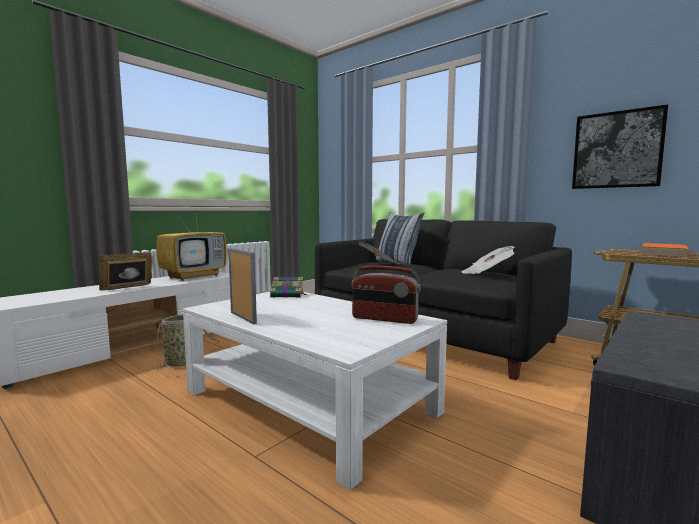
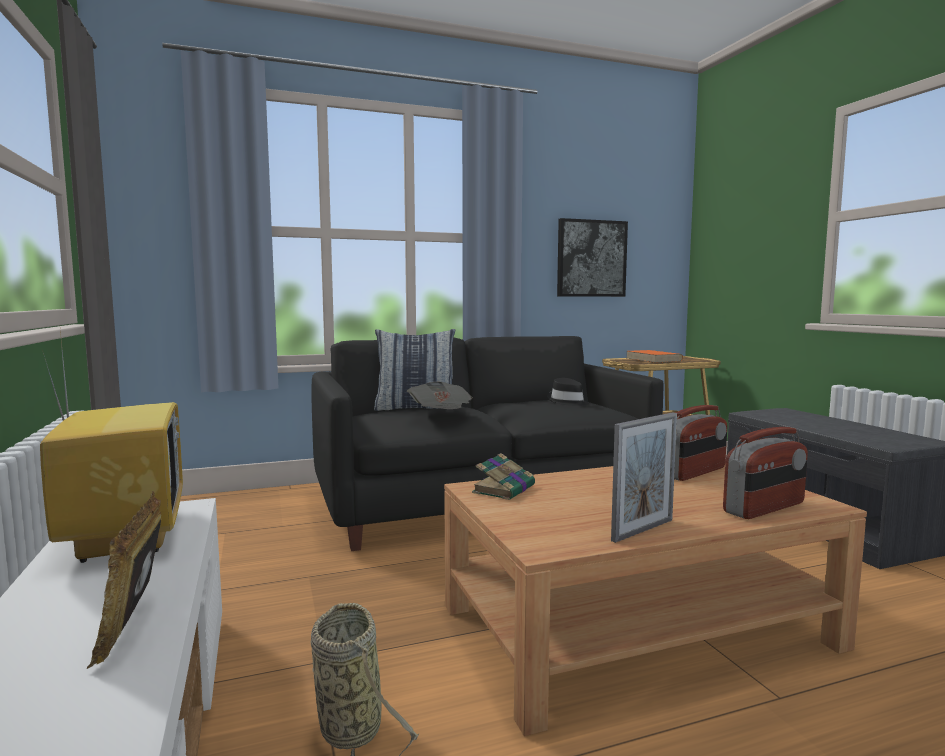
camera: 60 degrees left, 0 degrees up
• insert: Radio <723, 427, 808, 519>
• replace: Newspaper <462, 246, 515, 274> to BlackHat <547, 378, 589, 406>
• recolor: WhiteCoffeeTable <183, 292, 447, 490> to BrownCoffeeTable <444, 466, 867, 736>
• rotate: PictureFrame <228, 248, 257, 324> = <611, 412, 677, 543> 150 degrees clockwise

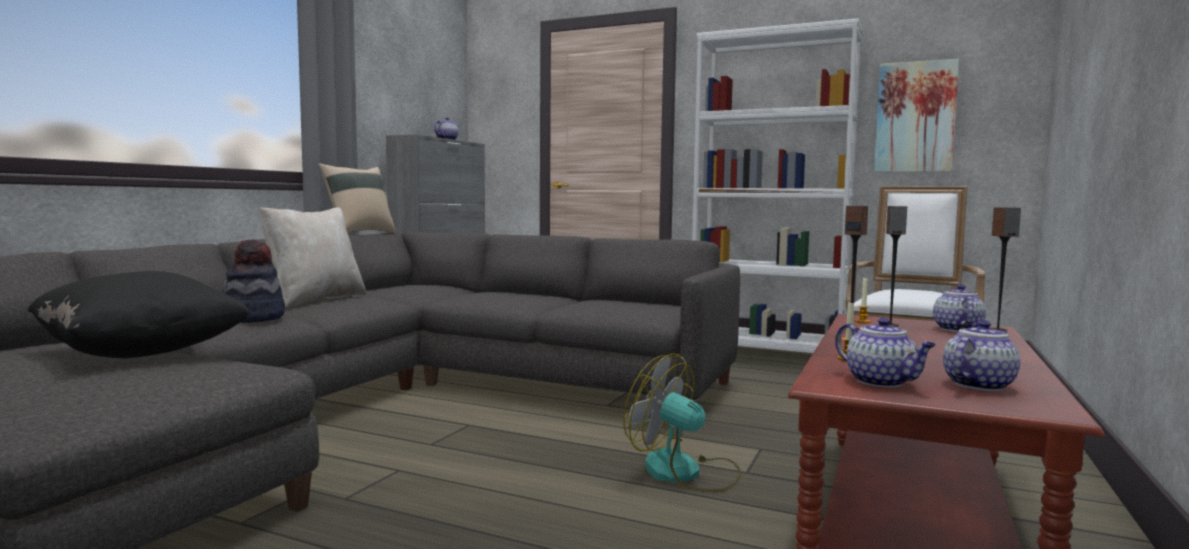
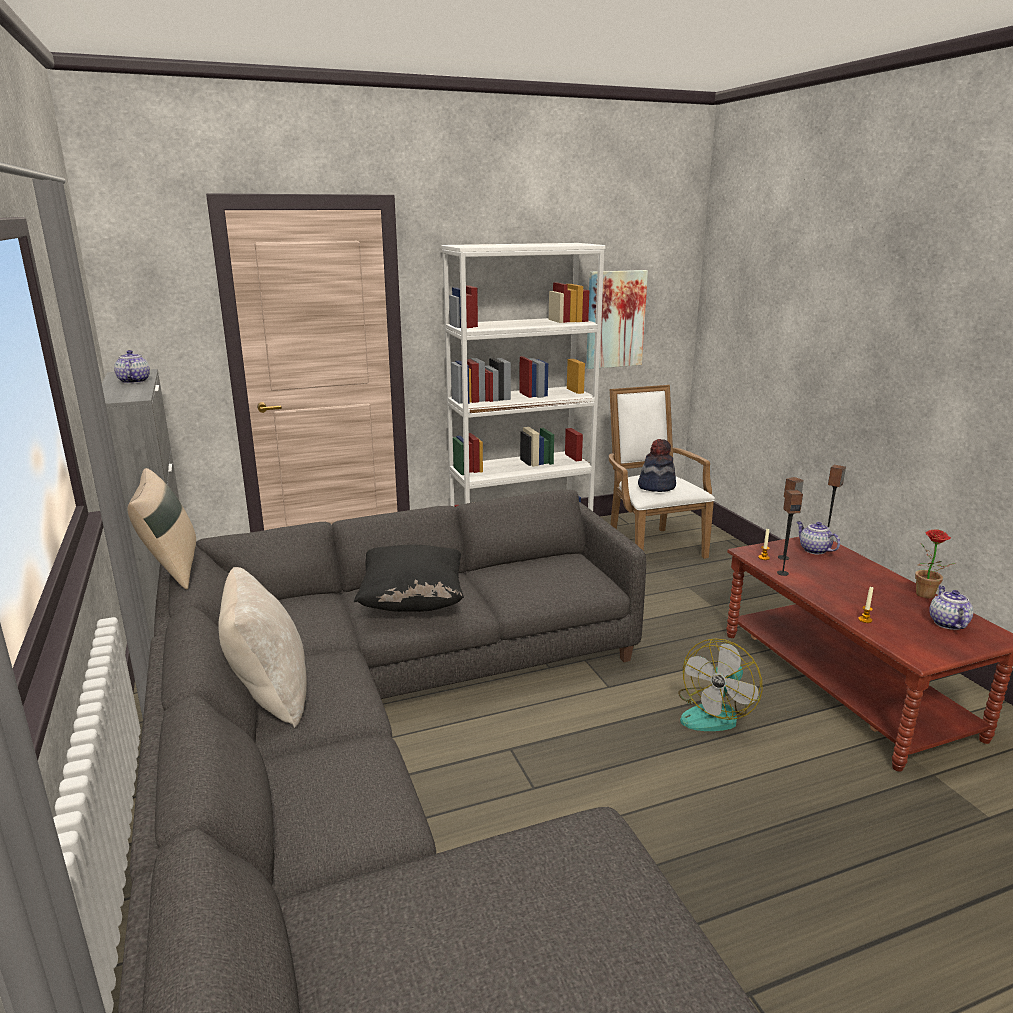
camera: 45 degrees left, 15 degrees up
• delete: Teapot <835, 318, 936, 387>
• insert: PottedPlant <915, 529, 955, 599>
• move: BlackPillow <28, 271, 250, 358> to <354, 545, 464, 612>
• move: Hat <223, 239, 285, 323> to <638, 439, 676, 492>
• rotate: Fan <623, 354, 742, 492> = <678, 638, 762, 731> 45 degrees counterclockwise

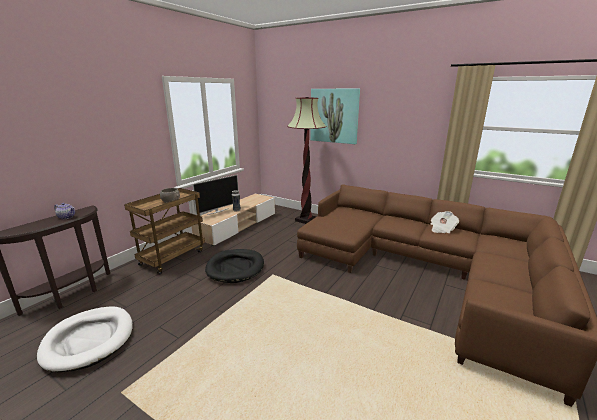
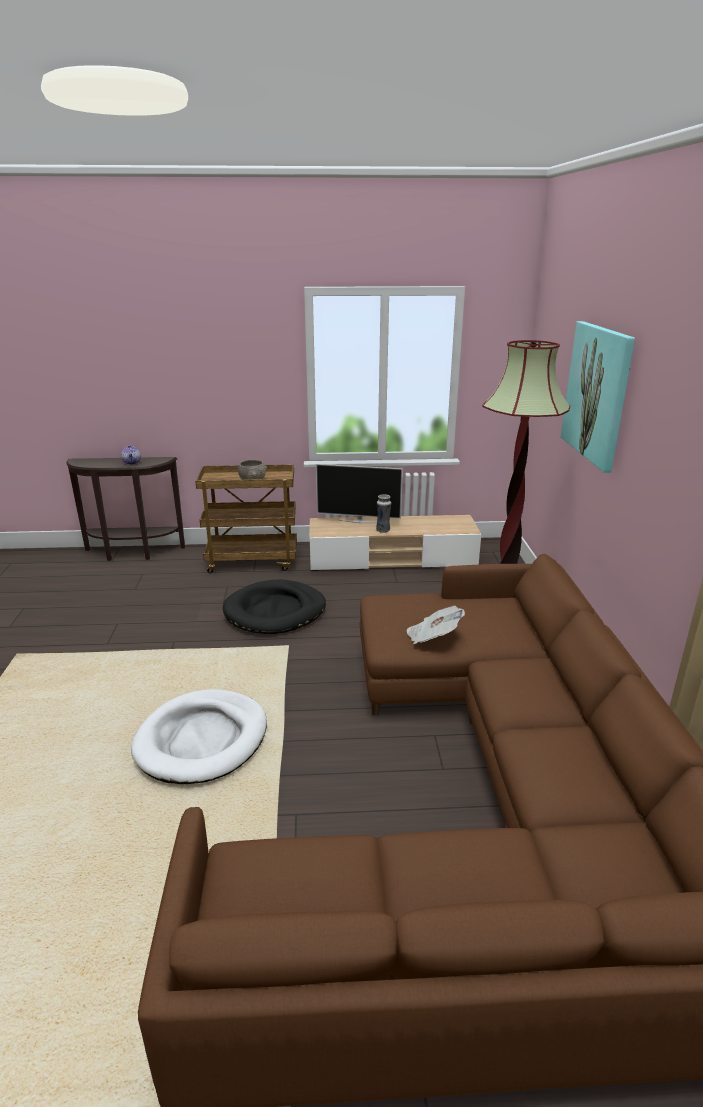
camera: 55 degrees right, 5 degrees up
• move: WhiteDogBed <37, 306, 133, 372> to <131, 689, 267, 784>
• move: Newspaper <430, 211, 459, 233> to <406, 606, 465, 644>

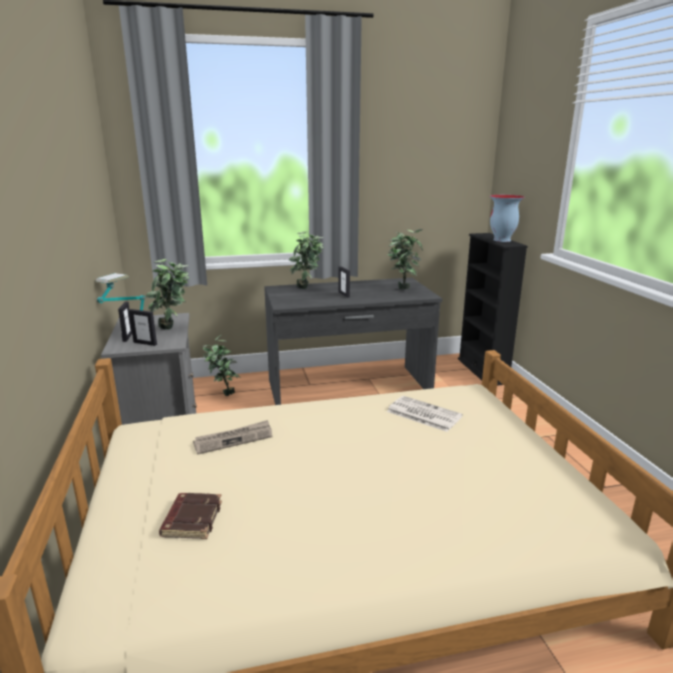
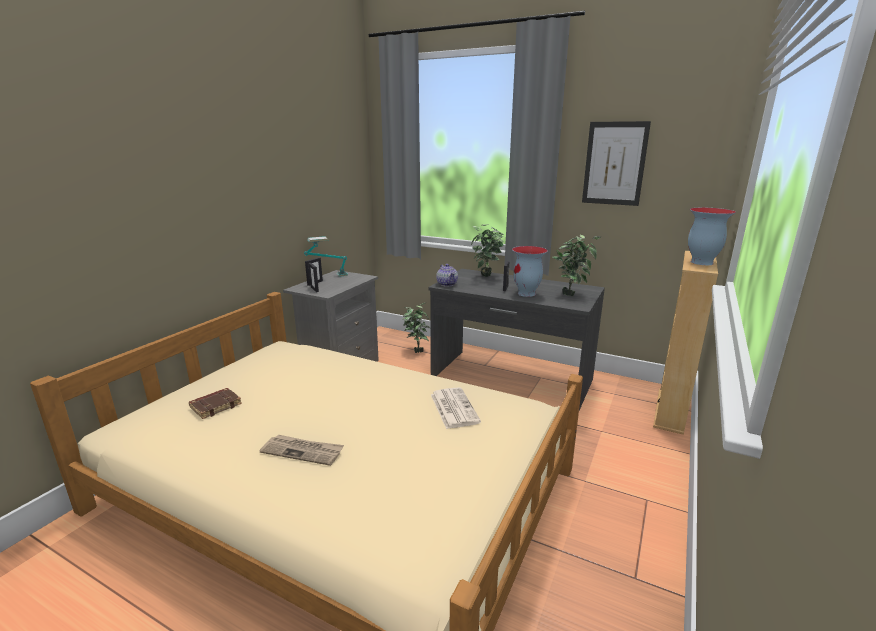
camera: 40 degrees right, 0 degrees up
• delete: PottedPlant <145, 259, 189, 330>
• insert: Teapot <436, 264, 458, 287>
• insert: Vase <512, 246, 548, 297>
• insert: Picture <582, 121, 651, 206>
• move: Newspaper <193, 420, 273, 455> to <260, 435, 344, 466>
• recolor: BlackBookcase <458, 233, 528, 386> to BeigeBookcase <653, 251, 718, 435>

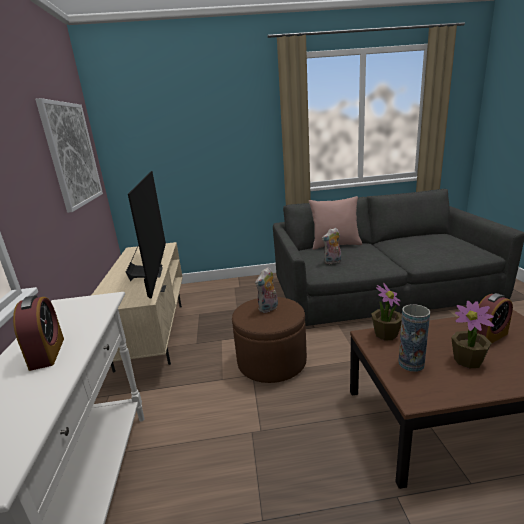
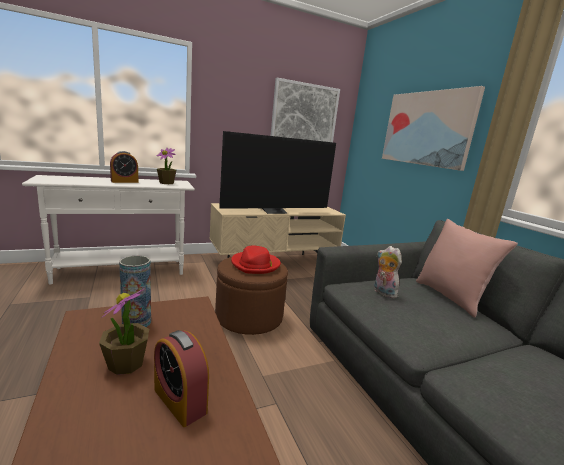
camera: 70 degrees right, 5 degrees down
• insert: Picture <382, 86, 485, 171>
• move: PottedPlant <371, 283, 402, 340> to <156, 148, 176, 184>
• replace: PlushToy <255, 267, 278, 313> to RedHat <231, 246, 281, 274>

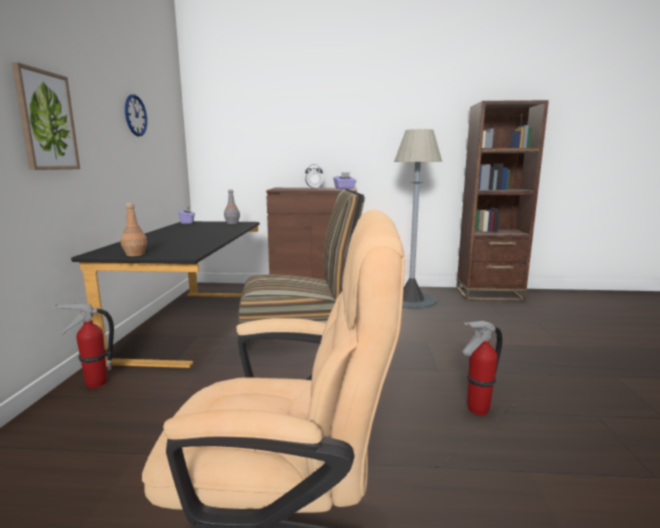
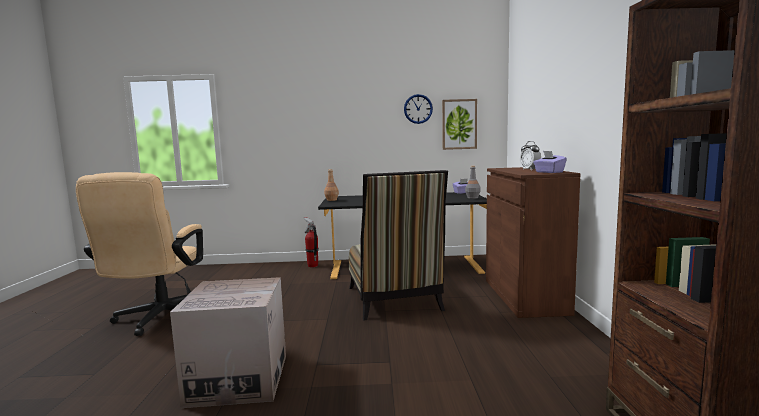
camera: 85 degrees right, 5 degrees down
• delete: GreyFloorLamp <394, 129, 442, 309>
• move: Picture <11, 62, 80, 170> to <442, 99, 477, 150>
• replace: FireExtinguisher <462, 321, 502, 415> to CardboardBox <170, 277, 286, 408>

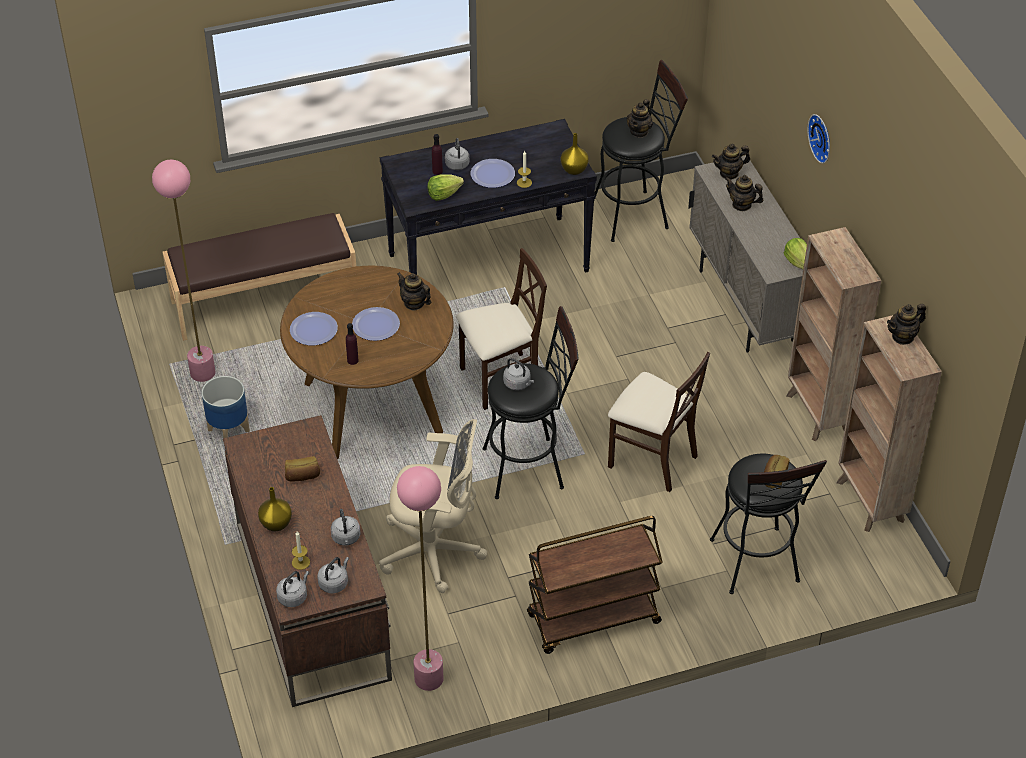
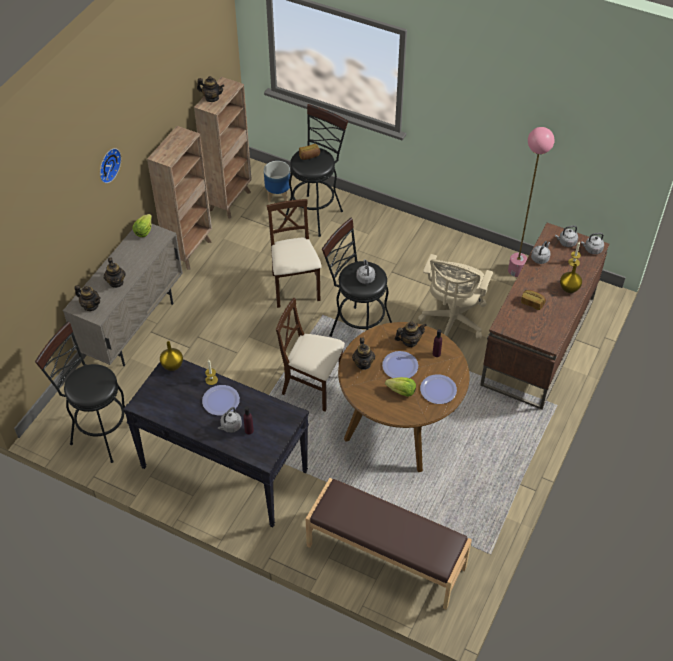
camera: 135 degrees left, 5 degrees up
• delete: PinkFloorLamp <152, 160, 215, 382>
• delete: BrownCart <527, 516, 663, 654>
• move: Planter <202, 376, 250, 438> to <264, 161, 290, 203>
• move: Lettuce <427, 174, 464, 201> to <385, 377, 416, 397>
• move: Teapot <627, 99, 653, 138> to <395, 322, 427, 347>
• rotate: BeigeOfficeChair <379, 419, 487, 593> = <418, 254, 493, 339> 120 degrees counterclockwise

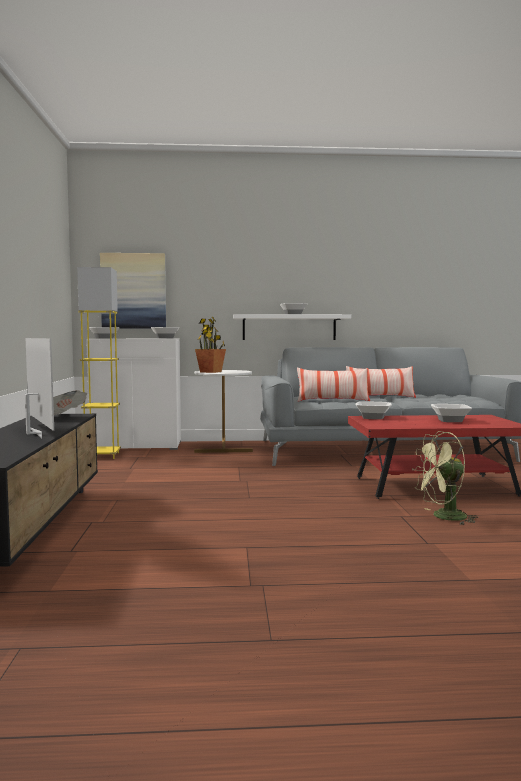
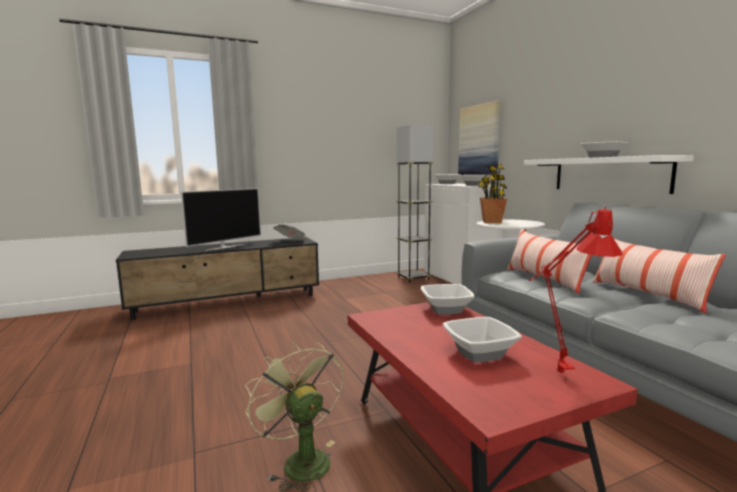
camera: 70 degrees right, 5 degrees up
• insert: RedTableLamp <529, 207, 623, 376>
• recolor: YellowFloorLamp <77, 267, 121, 459> to GreyFloorLamp <397, 126, 433, 283>

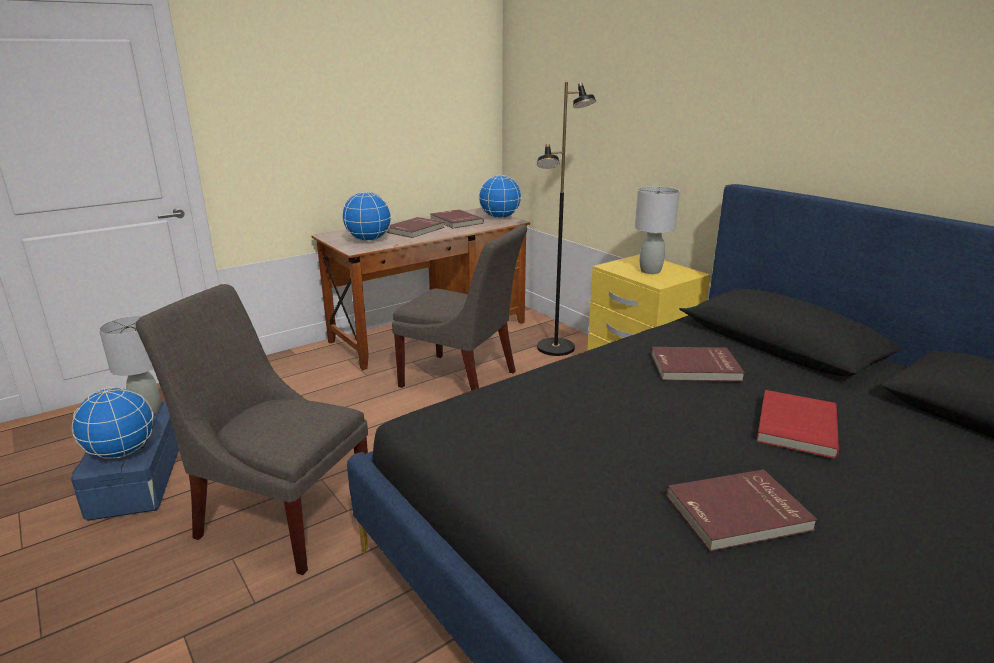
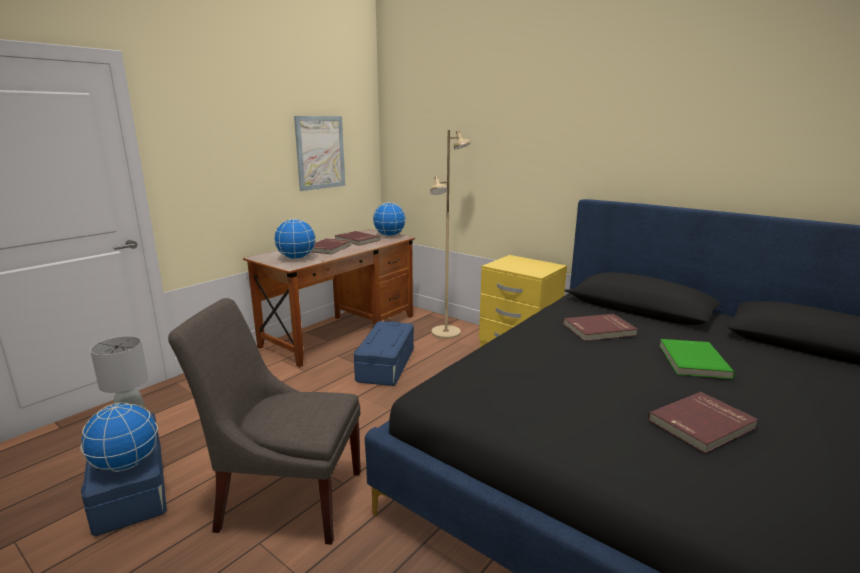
camera: 15 degrees left, 5 degrees down
• delete: GreyTableLamp <635, 186, 680, 274>
• insert: Picture <294, 116, 345, 191>
• replace: GreyChair <392, 224, 527, 391> to BlueStorageBox <354, 321, 414, 386>
• recolor: BlackFloorLamp <537, 82, 596, 356> to BeigeFloorLamp <430, 130, 471, 339>
• recolor: RedBook <757, 390, 839, 459> to GreenBook <659, 339, 735, 379>

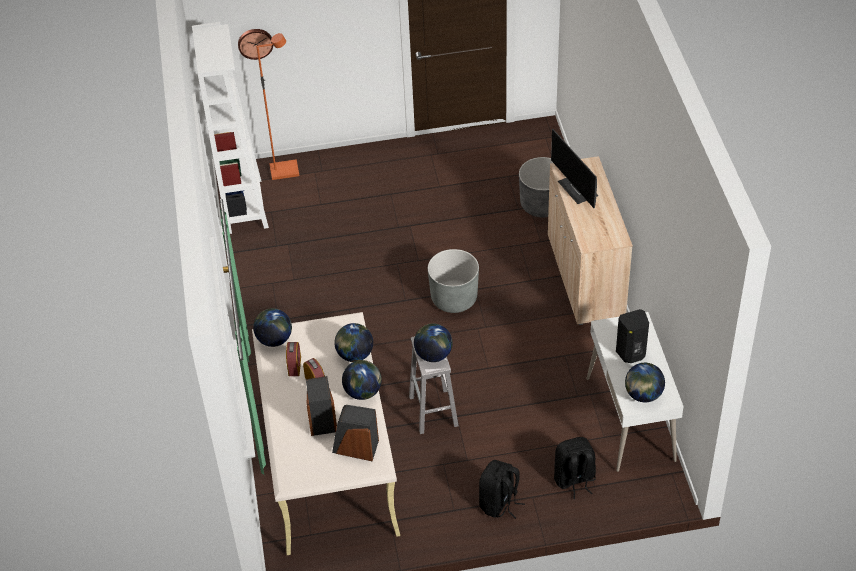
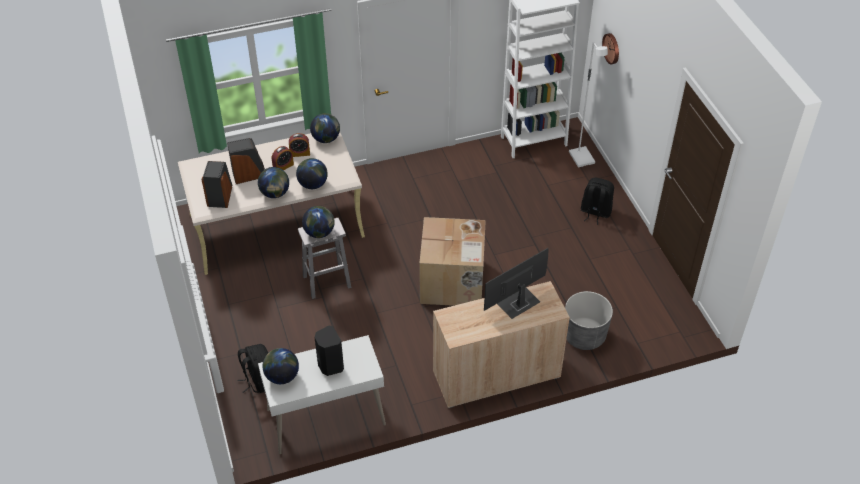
camera: 80 degrees right, 0 degrees up
• move: BlackBackpack <479, 460, 525, 519> to <581, 178, 614, 225>
• replace: GreyPlanter <428, 249, 479, 313> to CardboardBox <419, 217, 486, 306>
• recolor: OrangeFloorLamp <256, 33, 299, 180> to WhiteFloorLamp <569, 41, 608, 168>

